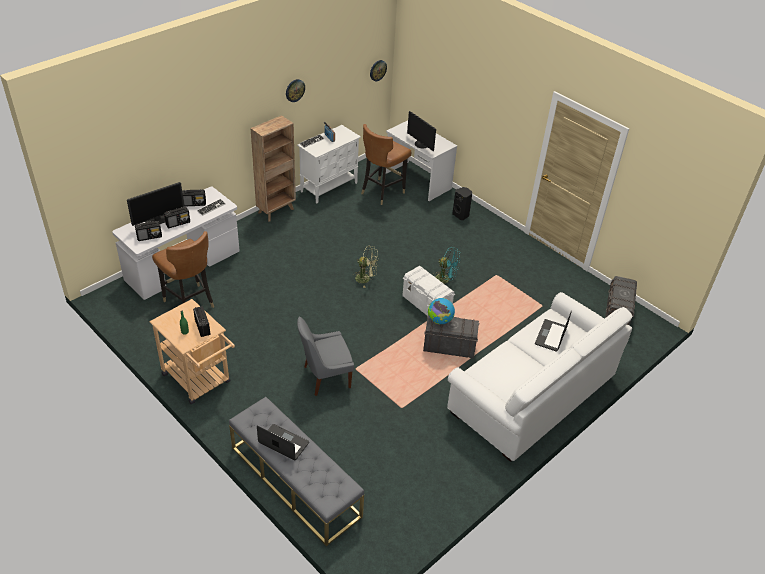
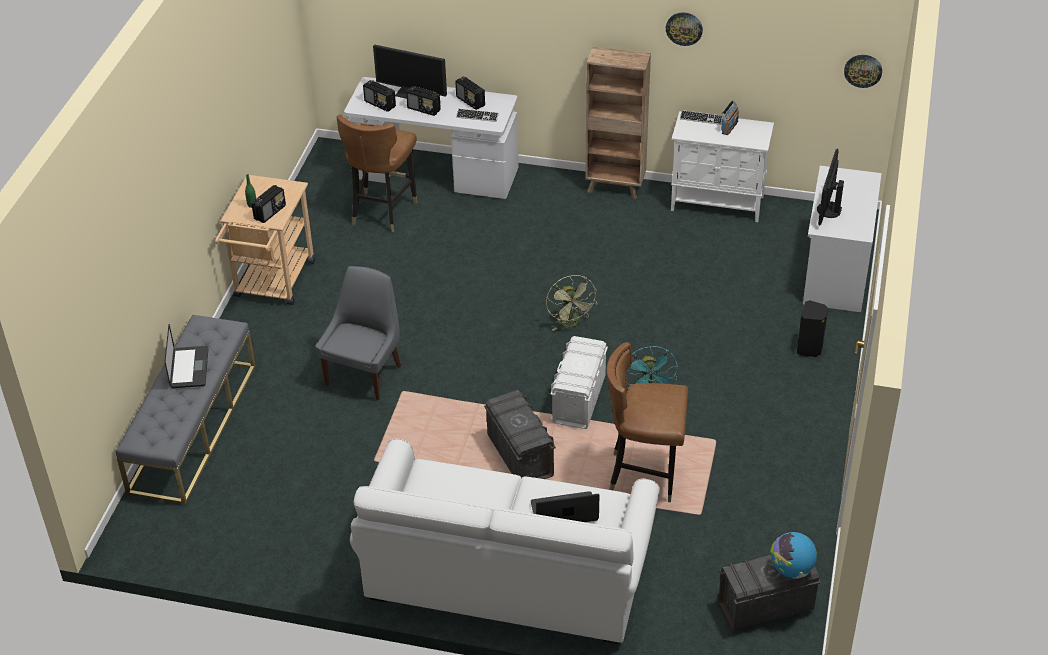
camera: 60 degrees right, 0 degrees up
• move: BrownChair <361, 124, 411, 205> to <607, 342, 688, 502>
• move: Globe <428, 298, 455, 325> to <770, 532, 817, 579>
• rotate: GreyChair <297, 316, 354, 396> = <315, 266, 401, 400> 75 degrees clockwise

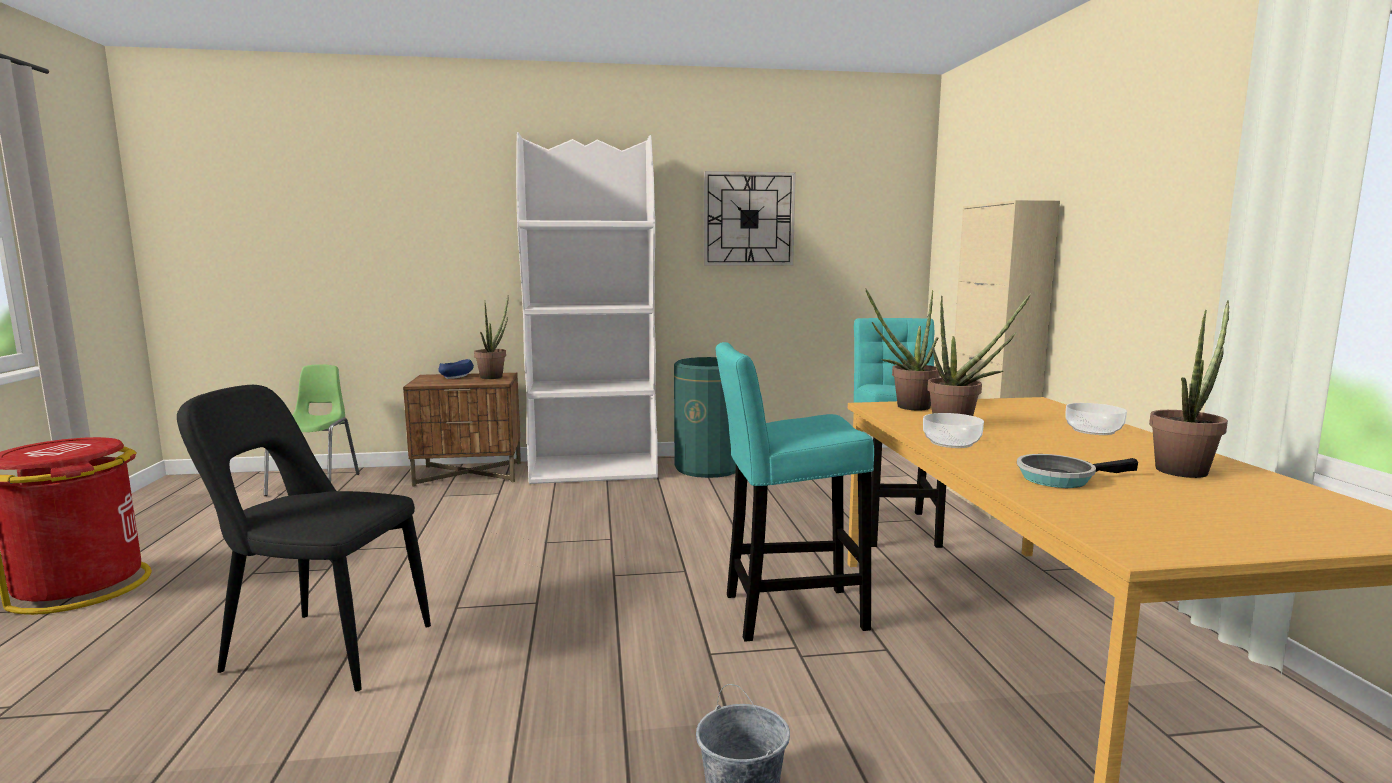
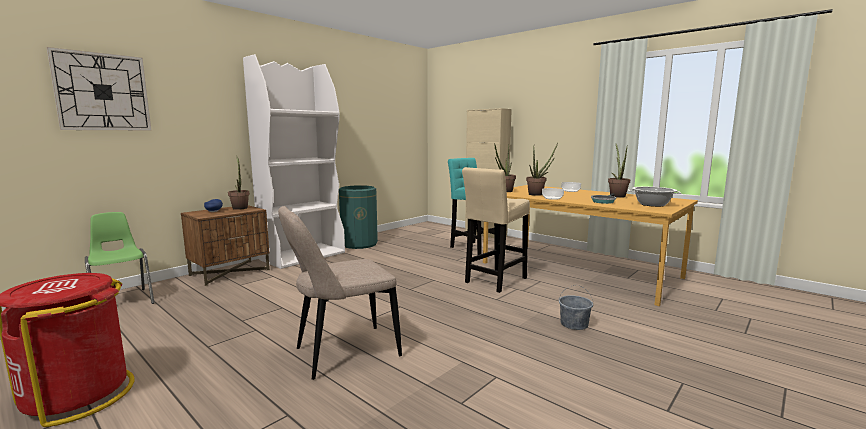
camera: 40 degrees left, 0 degrees up
• insert: CookingPot <628, 187, 682, 207>
• move: WallClock <704, 171, 796, 266> to <47, 47, 151, 130>
• recolor: BlackChair <177, 385, 431, 691> to BeigeChair <278, 206, 402, 380>
• recolor: TurquoiseStool <716, 342, 874, 642> to BeigeStool <462, 167, 530, 293>

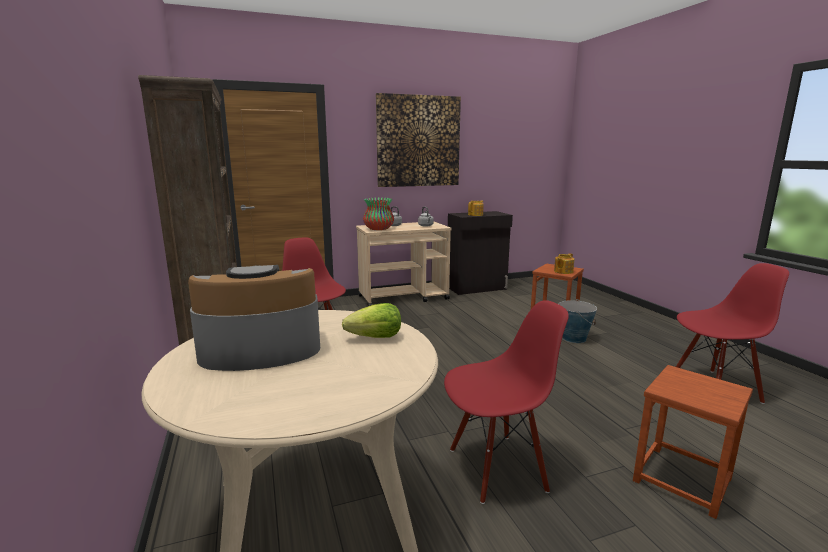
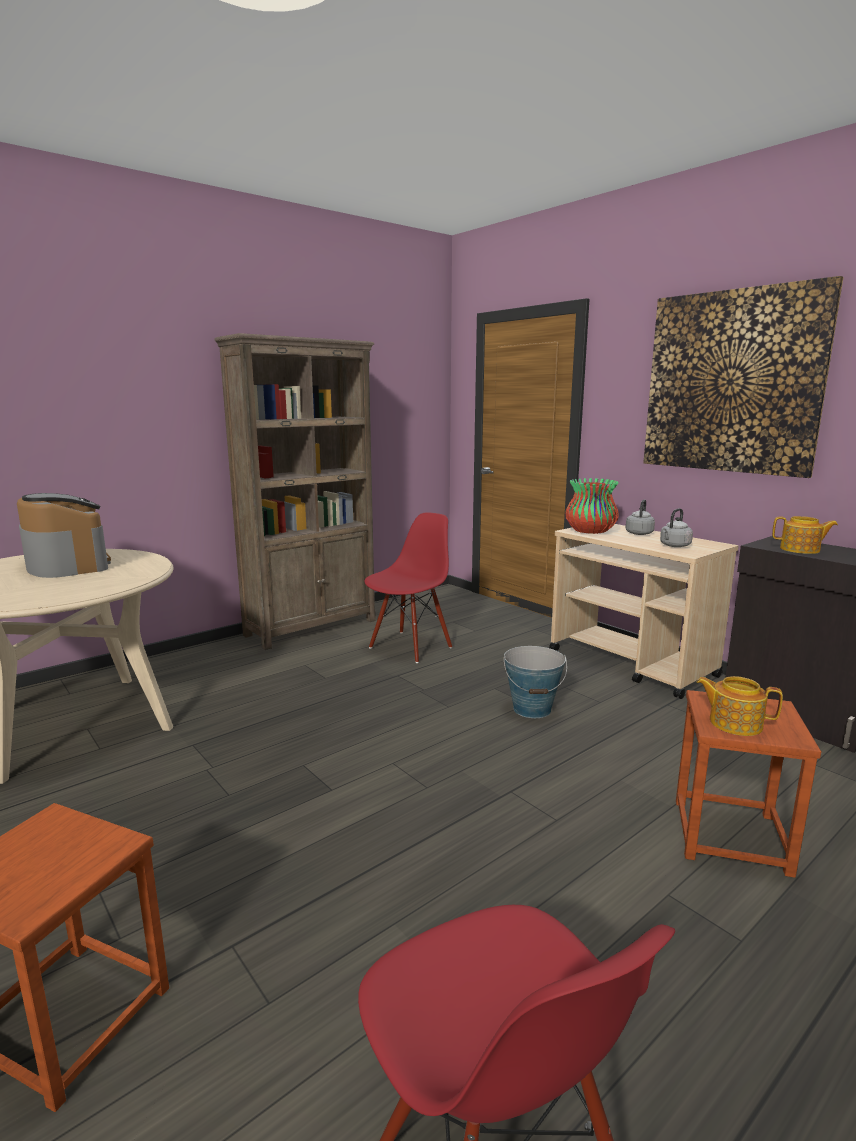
camera: 70 degrees right, 0 degrees up
• delete: Lettuce <342, 303, 401, 338>
• delete: RedChair <444, 300, 569, 504>
• move: Bucket <558, 299, 597, 343> to <504, 646, 567, 718>

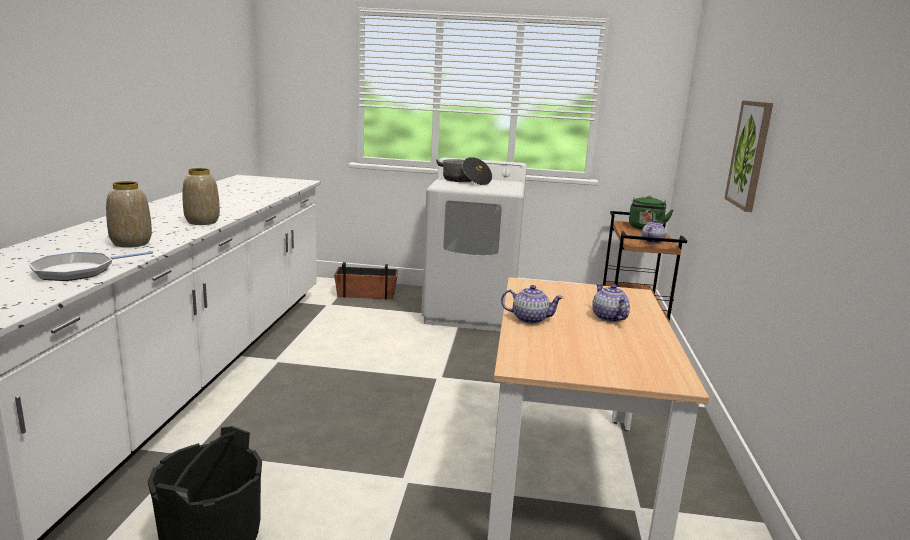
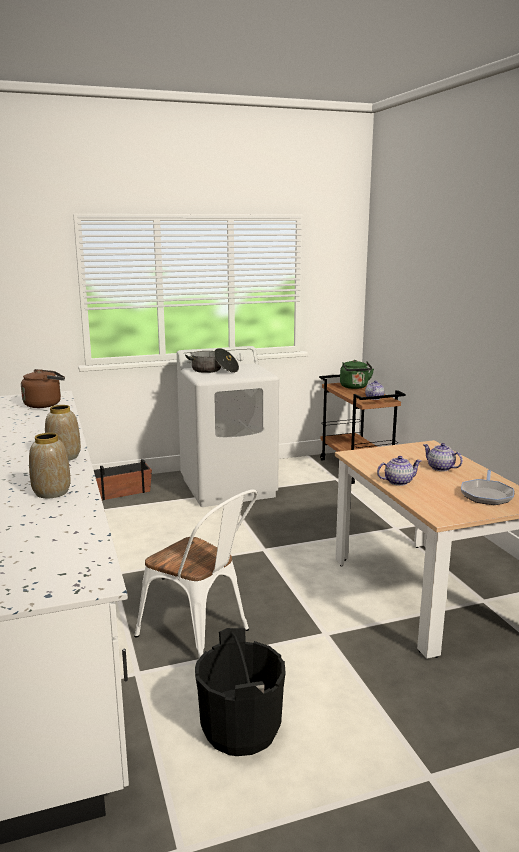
camera: 25 degrees left, 0 degrees up
• delete: Picture <724, 100, 773, 212>
• insert: BrownKettle <21, 369, 65, 408>
• insert: WhiteChair <134, 489, 257, 658>
• move: FryingPan <29, 251, 153, 281> to <461, 470, 514, 505>

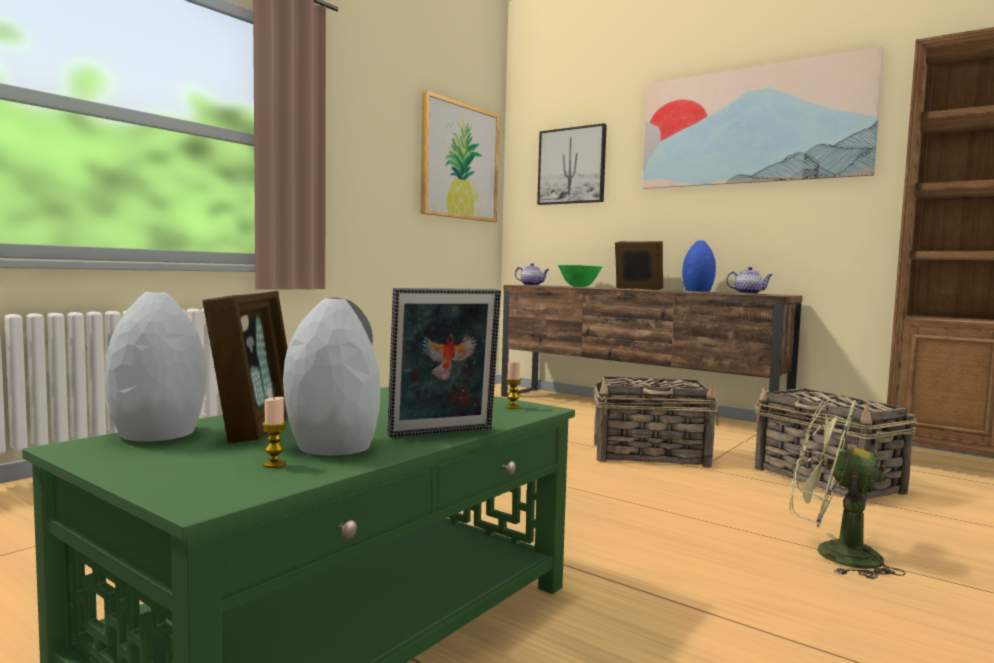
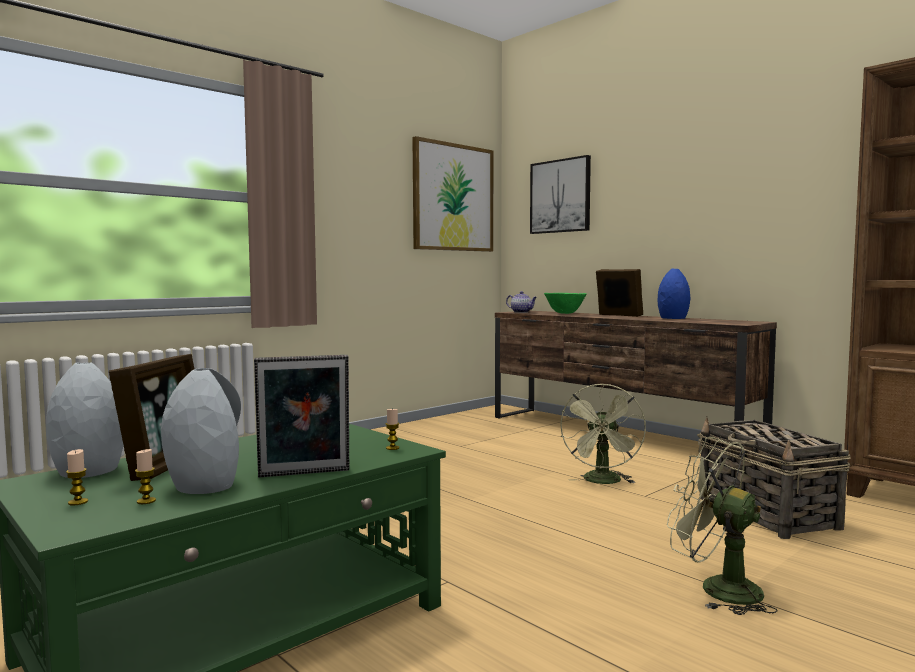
camera: 10 degrees right, 0 degrees up
• delete: Picture <642, 46, 884, 189>
• delete: Teapot <726, 267, 772, 294>
• insert: Candle <66, 449, 88, 506>
• replace: Basket <594, 376, 718, 468> to GreenFan <560, 383, 646, 484>

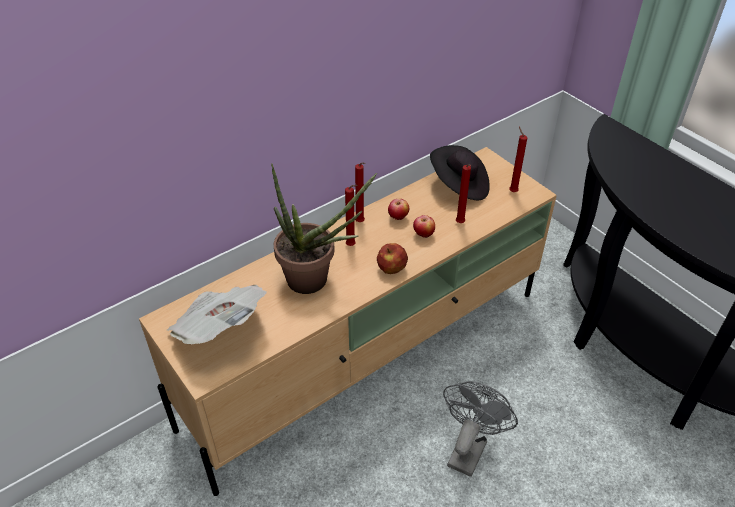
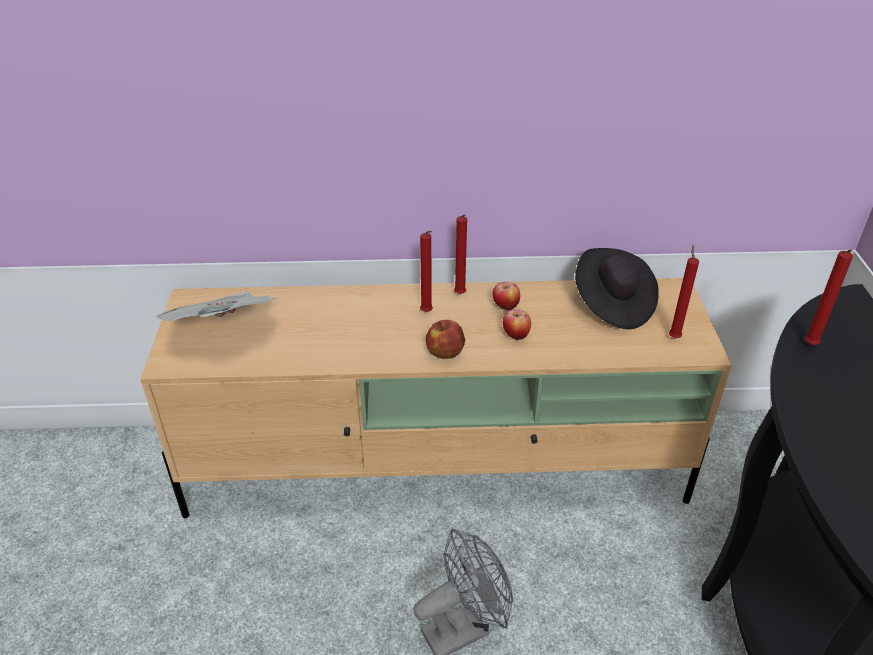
camera: 35 degrees right, 5 degrees down
• delete: PottedPlant <271, 164, 377, 294>
• move: RedCandle <456, 164, 471, 223> to <805, 250, 853, 345>

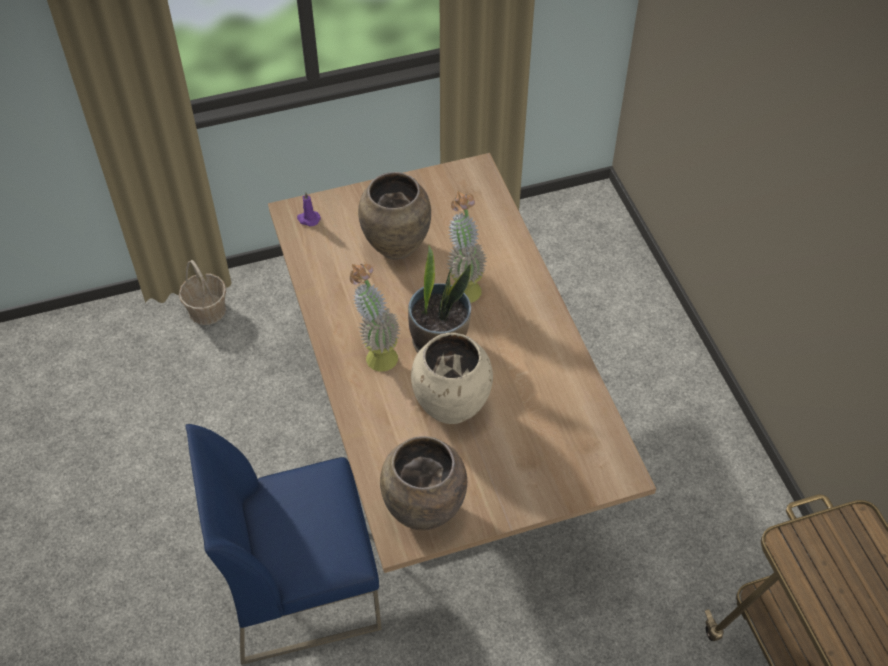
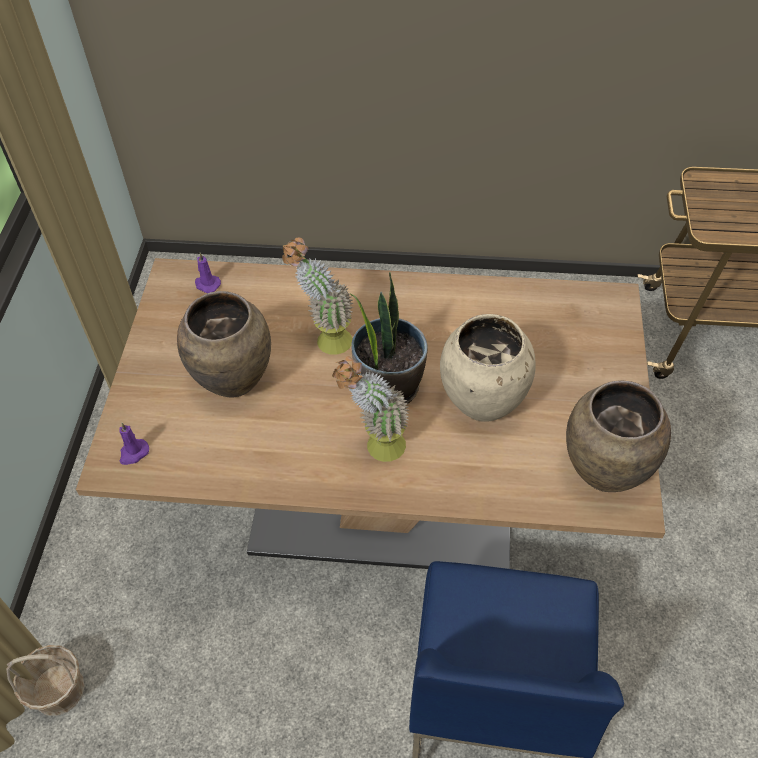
camera: 65 degrees left, 0 degrees up
• insert: PurpleCandle <195, 253, 221, 293>

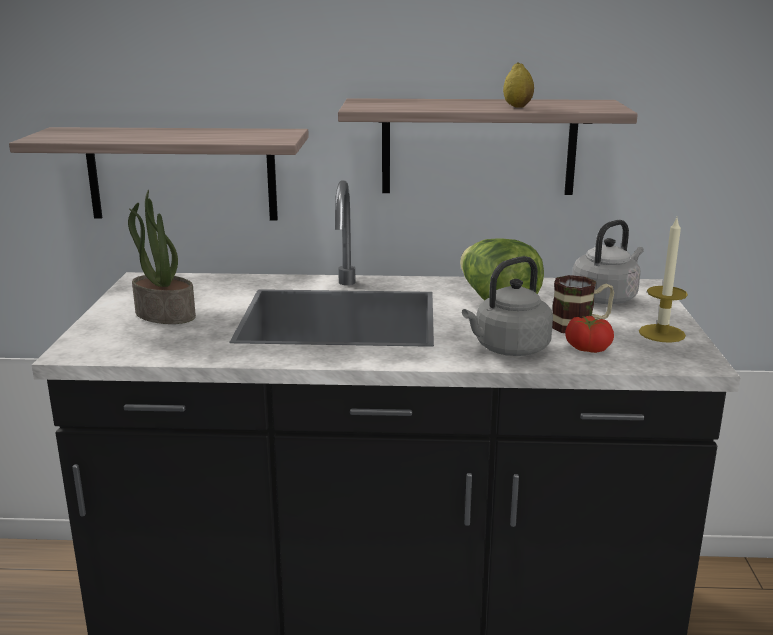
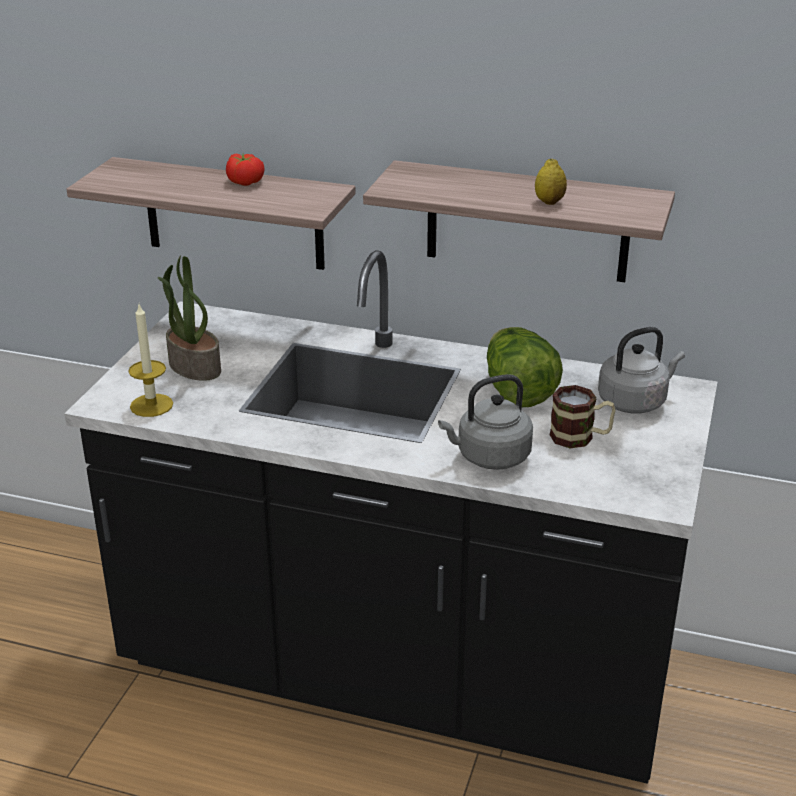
camera: 15 degrees right, 10 degrees up
• move: Tomato <565, 316, 614, 353> to <226, 153, 265, 186>
• move: Candle <639, 218, 688, 343> to <128, 305, 173, 417>

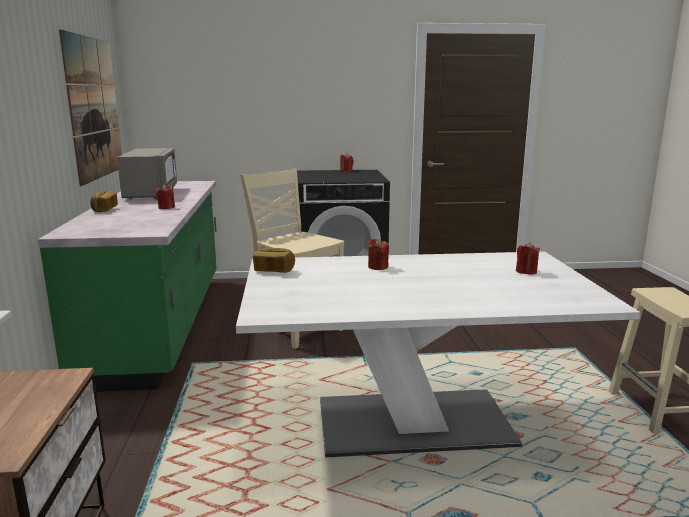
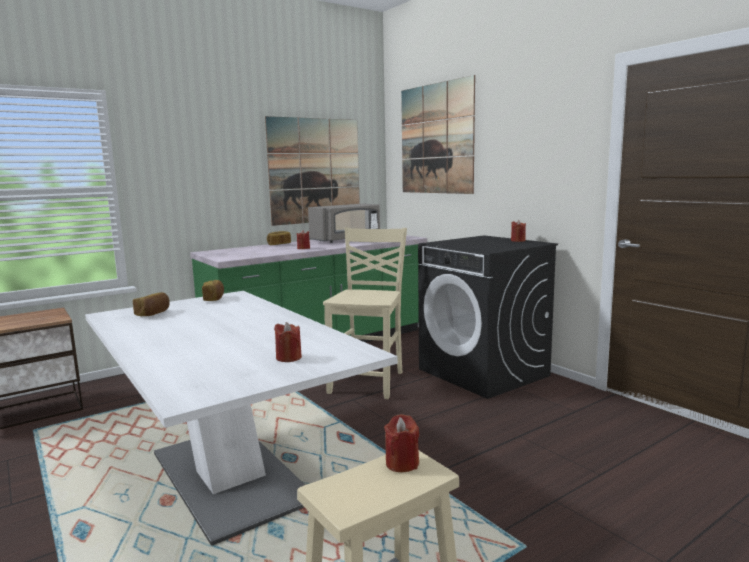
camera: 60 degrees right, 5 degrees down
• insert: Bread <133, 292, 170, 316>
• insert: Picture <401, 75, 475, 194>
• move: RedCandle <368, 238, 389, 270> to <384, 414, 419, 472>

